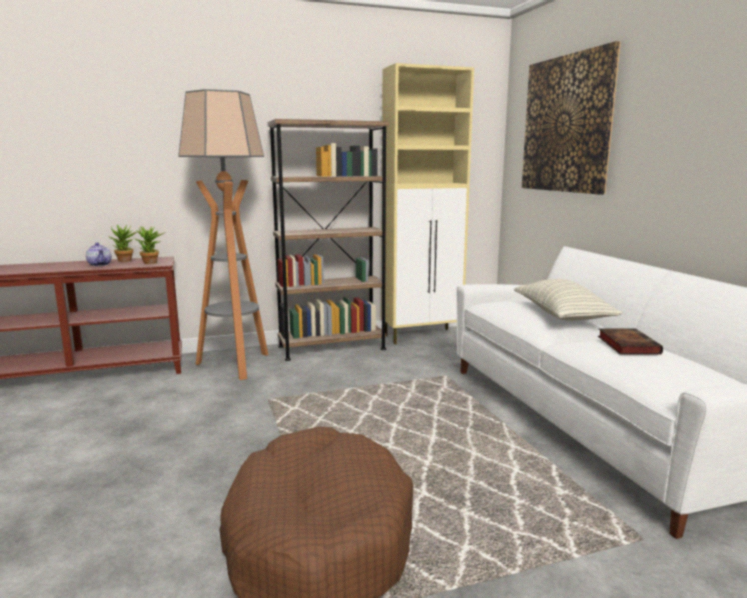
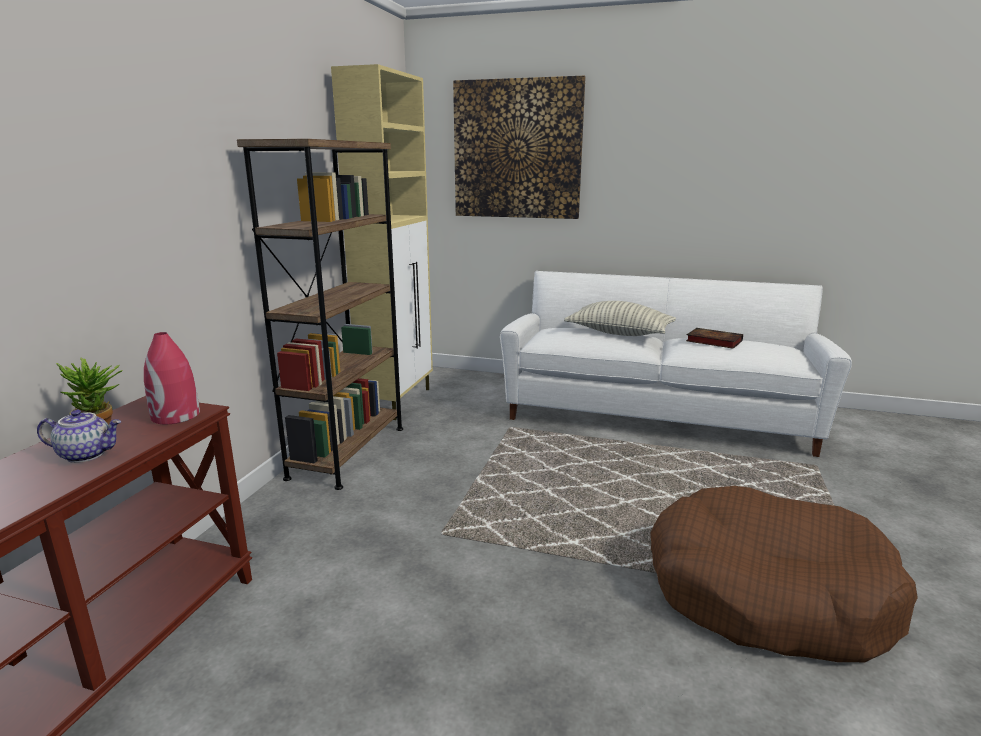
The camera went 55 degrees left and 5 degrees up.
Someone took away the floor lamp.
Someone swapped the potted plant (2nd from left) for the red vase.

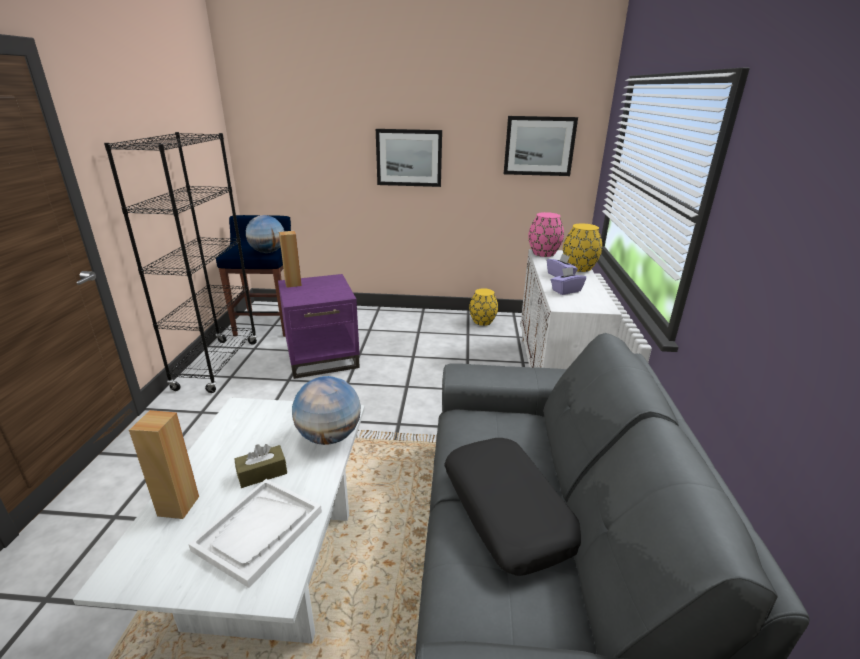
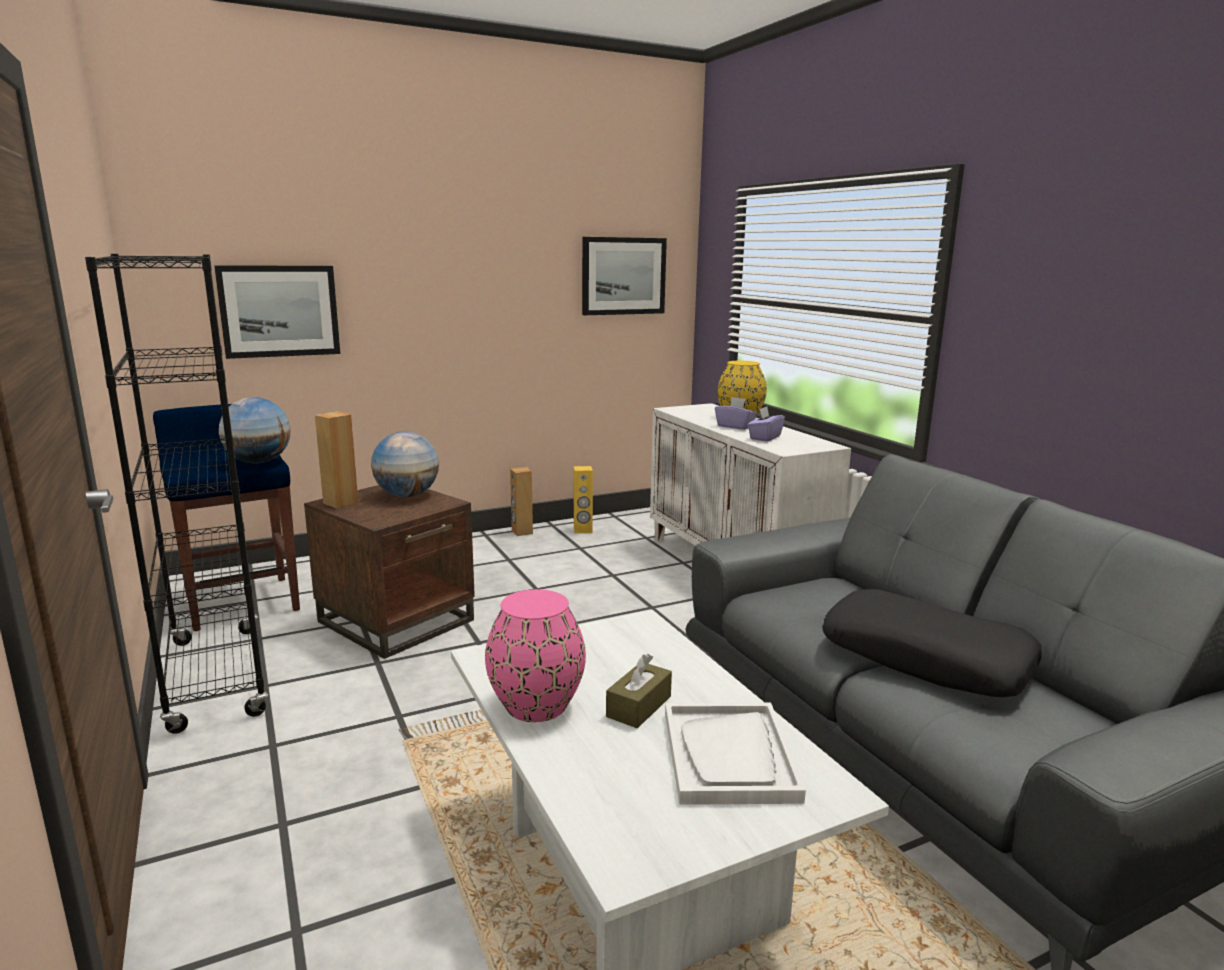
The camera went 30 degrees left and 10 degrees down.
Someone carried the picture (1st from left).
Someone carried the pink vase.
Someone repainted the purple side table, which became the brown side table.
Someone swapped the yellow vase (1st from left) for the yellow speaker.
Someone carried the globe (2nd from left).
Someone carried the brown speaker (1st from left in the first image).

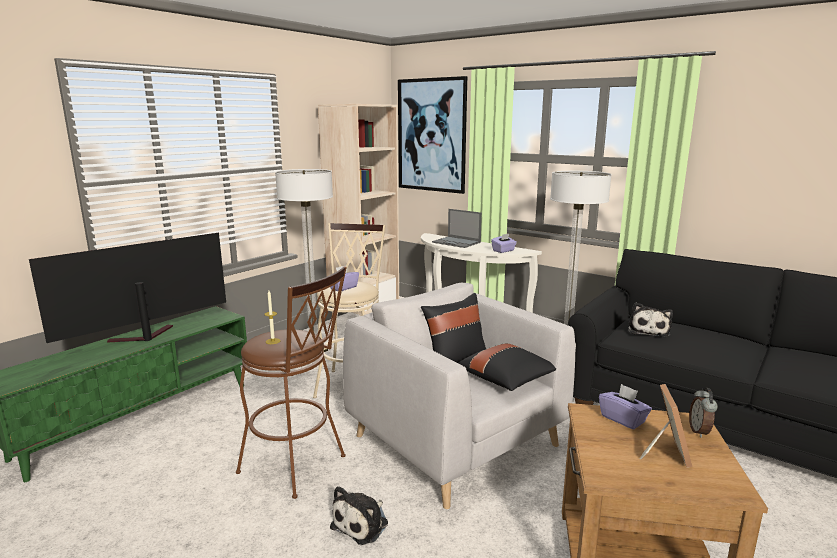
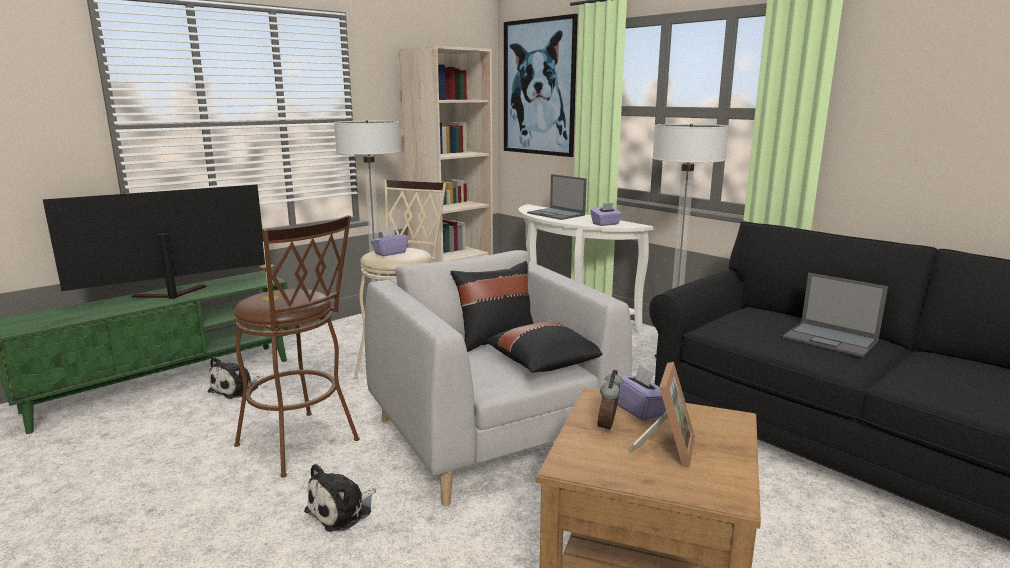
The camera went 10 degrees right and 0 degrees up.
Someone carried the plush toy (2nd from left in the first image).
Someone carried the alarm clock.
Someone put down the laptop (2nd from left).

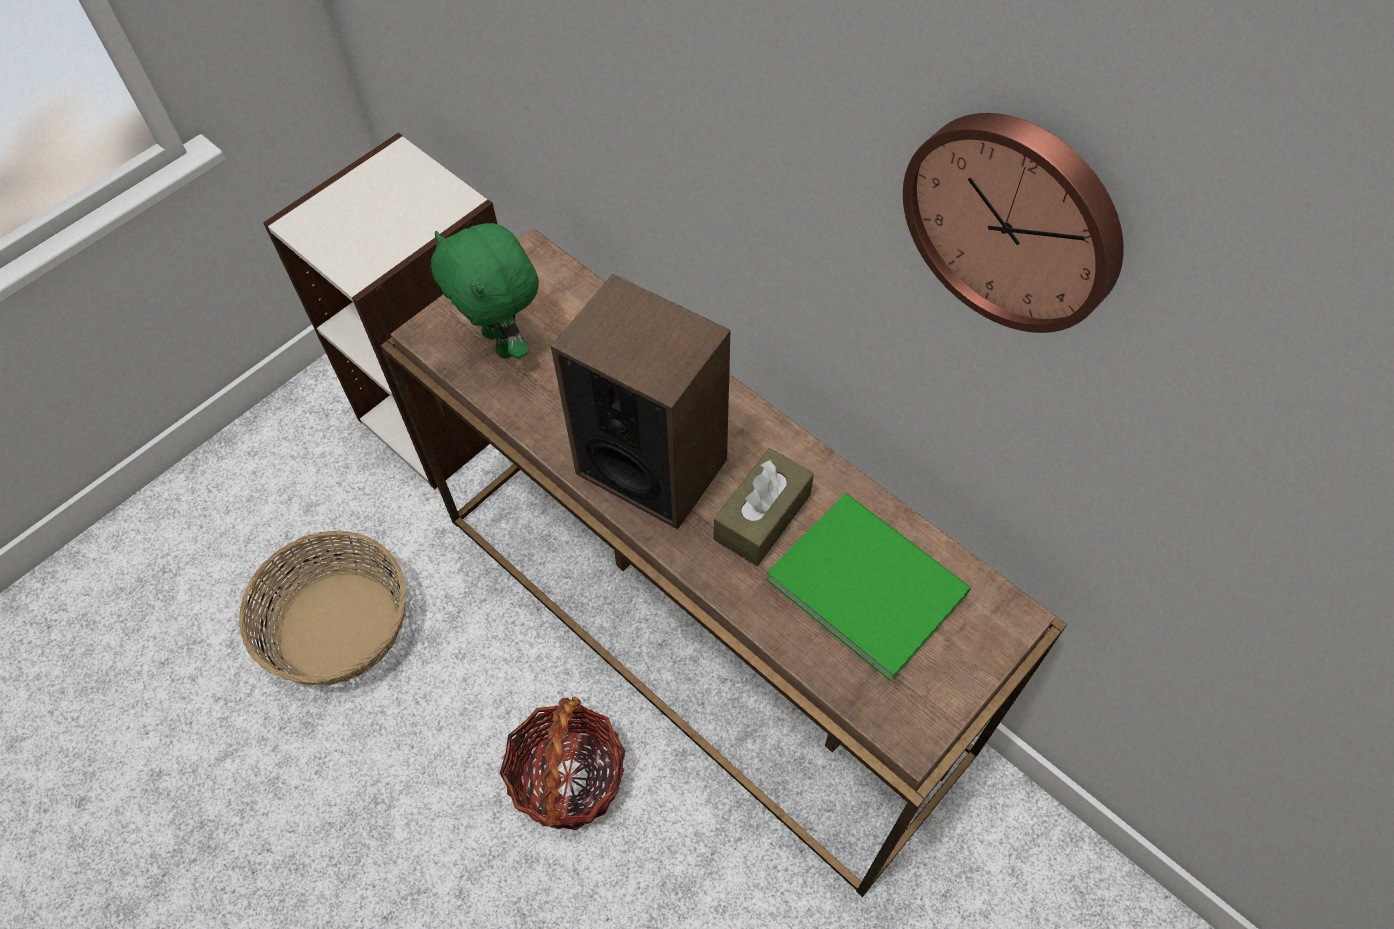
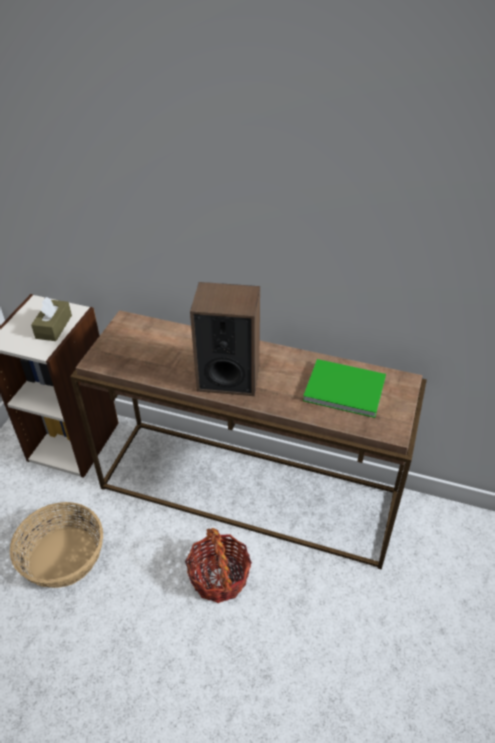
The camera went 25 degrees left and 15 degrees down.
Someone took away the wall clock.
Someone took away the green plush toy.
Someone carried the brown tissue box.

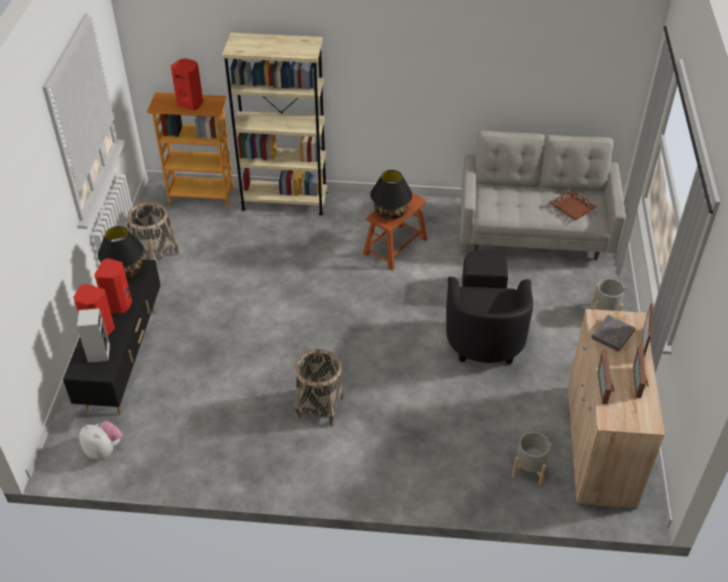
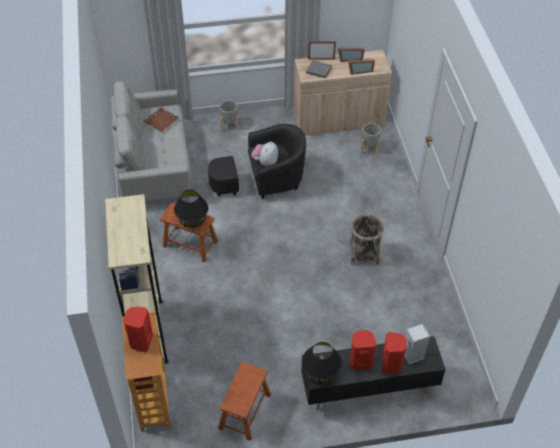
The camera went 105 degrees left and 5 degrees up.
Someone swapped the basket (1st from left) for the brown stool (2nd from left).
Someone carried the plush toy.

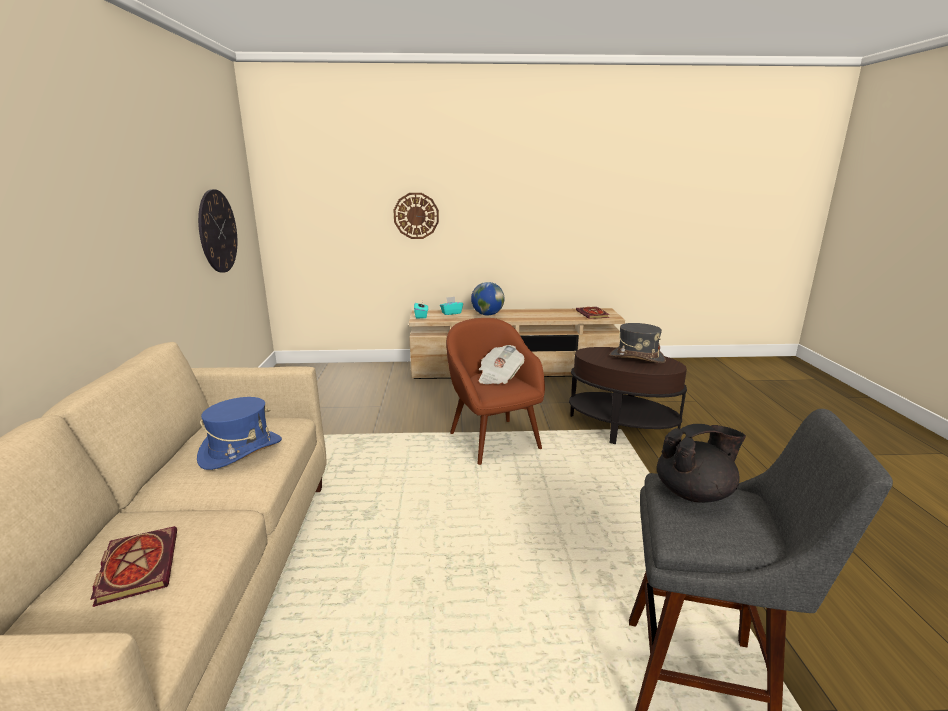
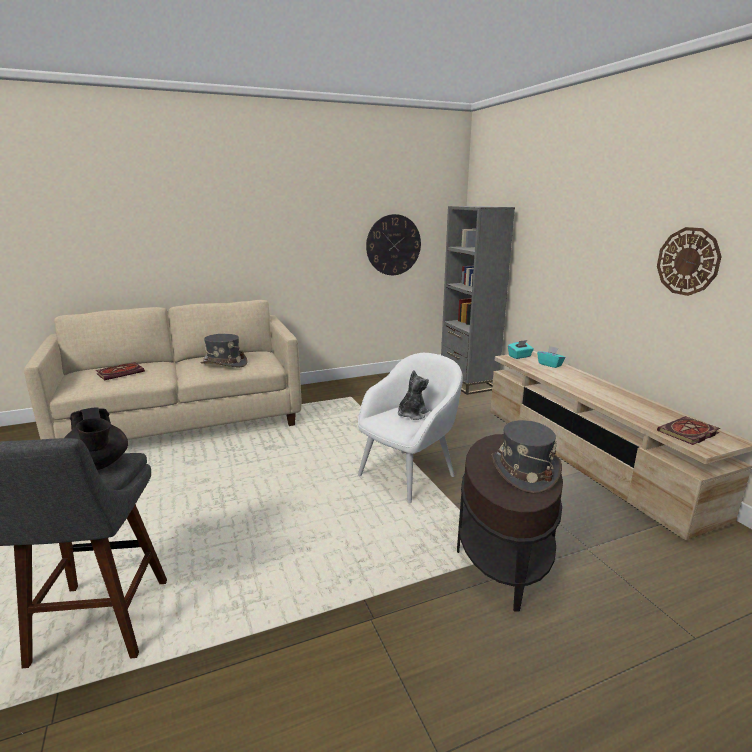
The camera went 70 degrees right and 0 degrees up.
Someone carried the wall clock (2nd from left).
Someone took away the globe.
Someone repainted the brown armchair, which became the white armchair.
Someone swapped the newspaper for the plush toy.
Someone repainted the blue hat, which became the grey hat (1st from left).
Someone put down the grey bookcase.

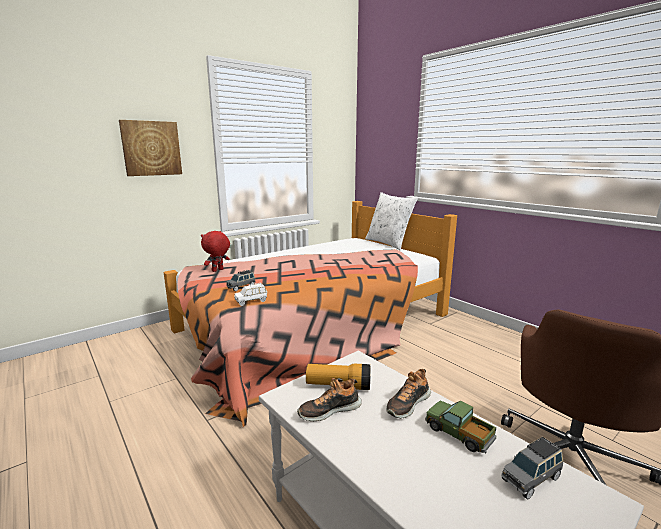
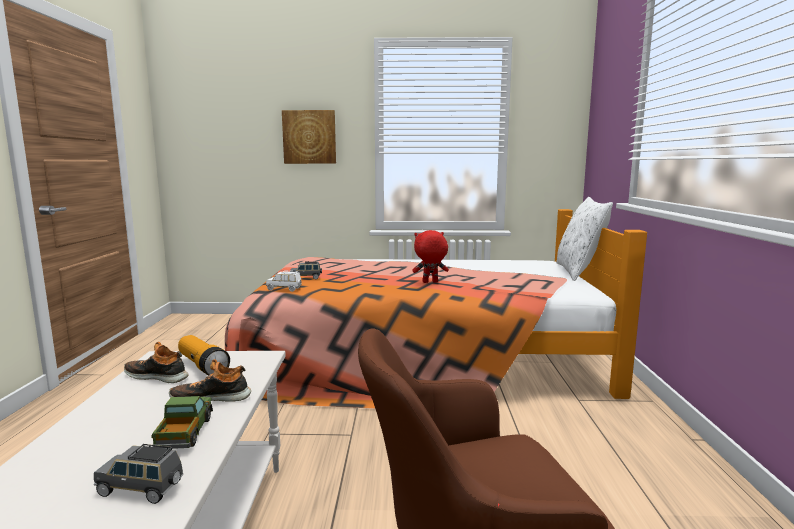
The camera went 40 degrees right and 5 degrees down.
Someone carried the red plush toy.

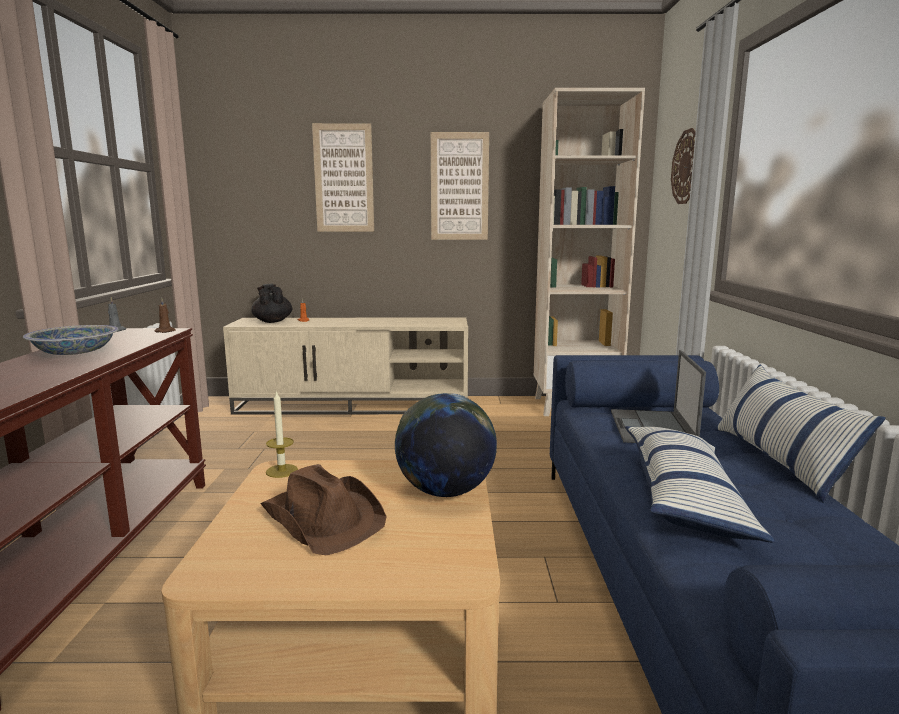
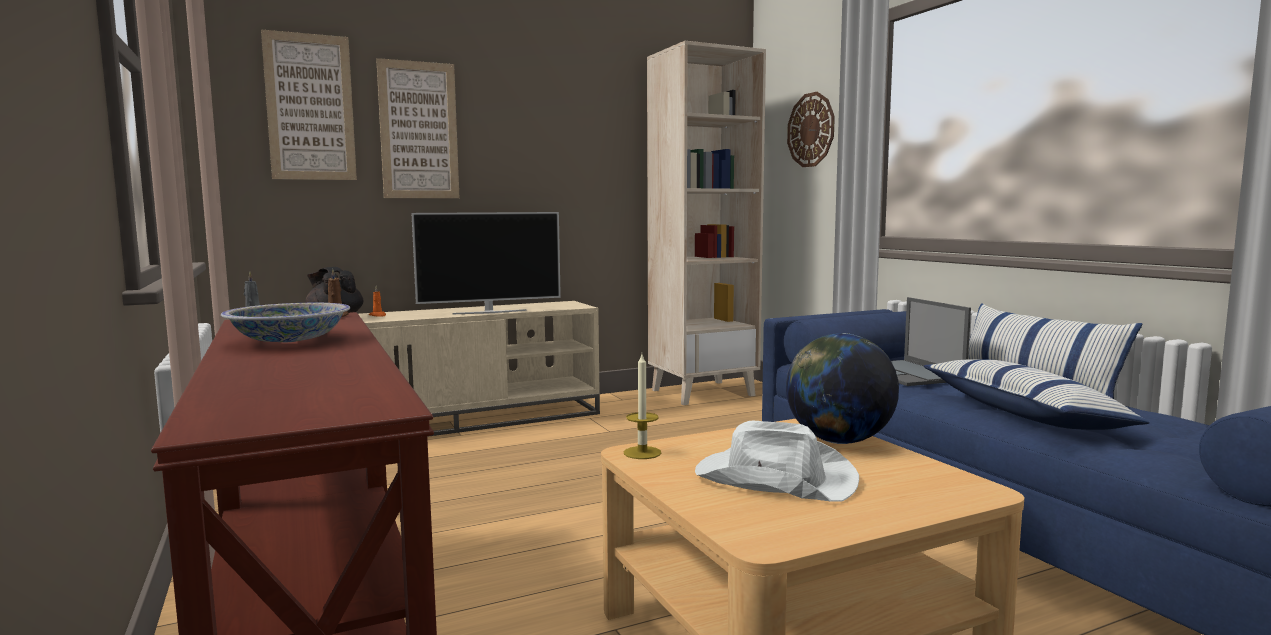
The camera went 25 degrees left and 5 degrees down.
Someone carried the picture (2nd from left in the first image).
Someone repainted the brown hat, which became the white hat.
Someone put down the television.

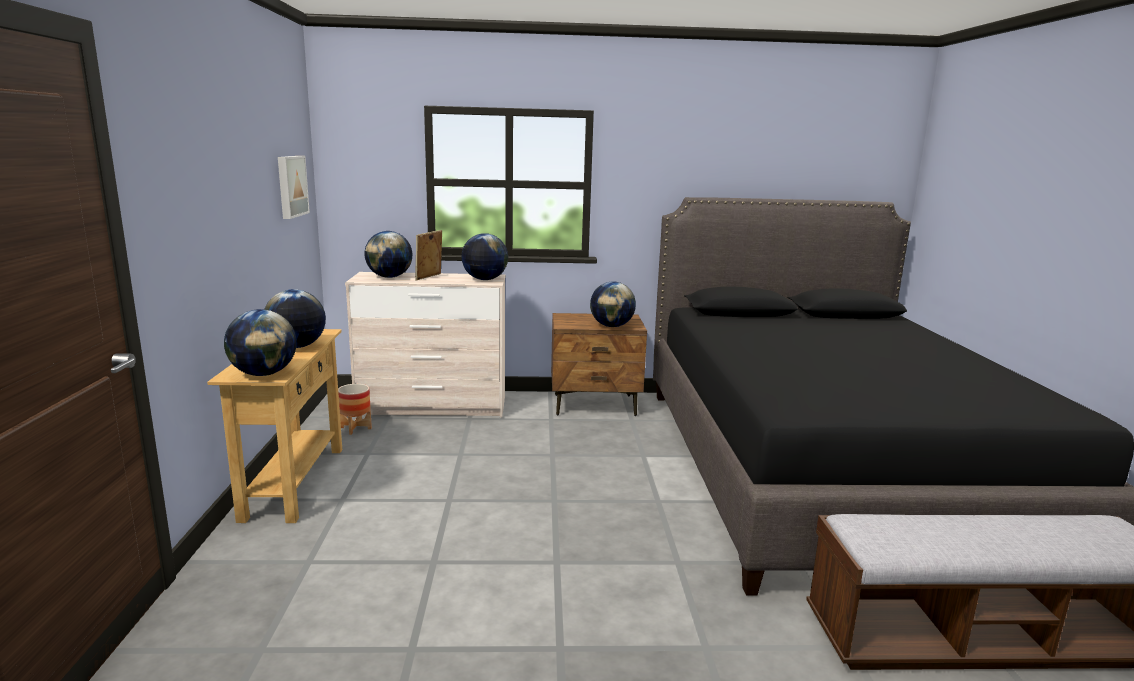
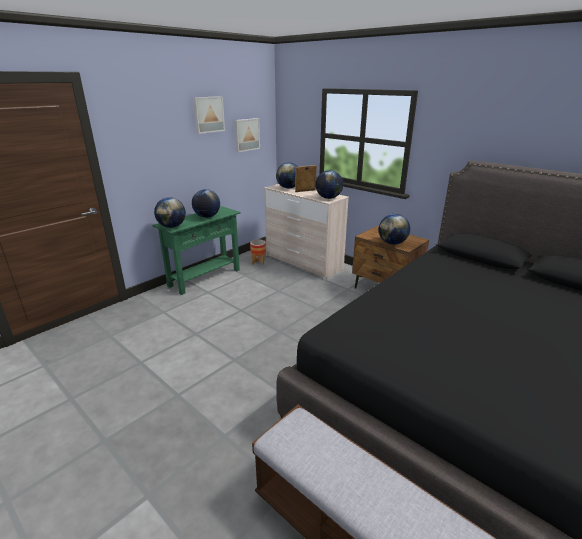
The camera went 45 degrees right and 10 degrees up.
Someone repainted the beige console table, which became the green console table.
Someone put up the picture (1st from left).

